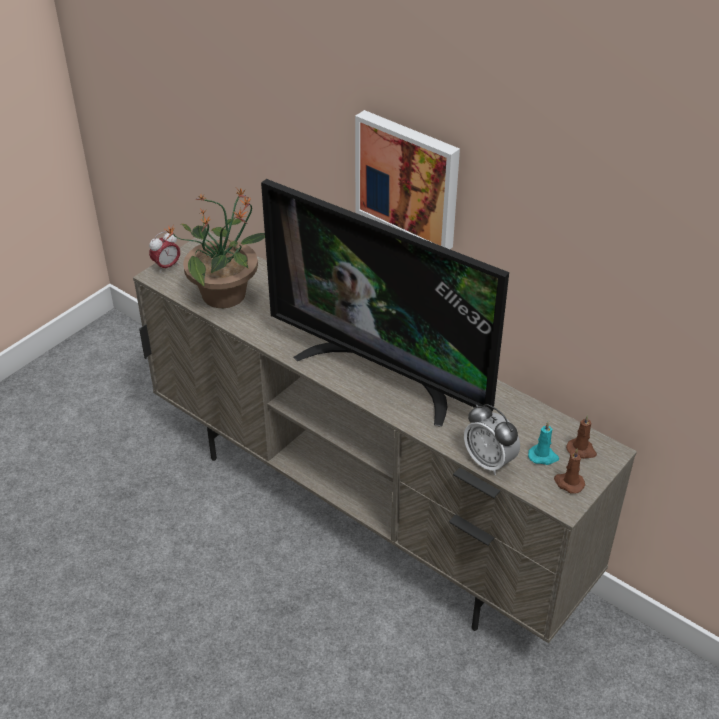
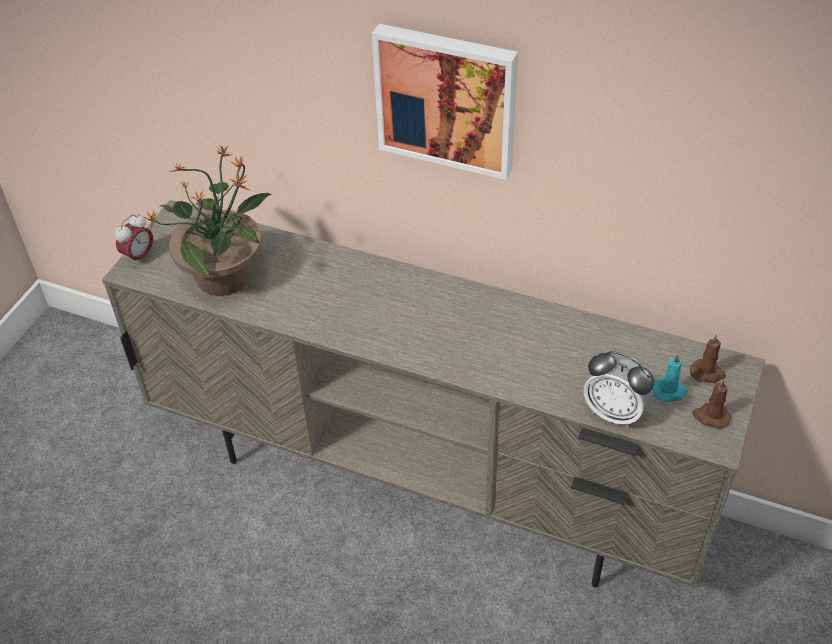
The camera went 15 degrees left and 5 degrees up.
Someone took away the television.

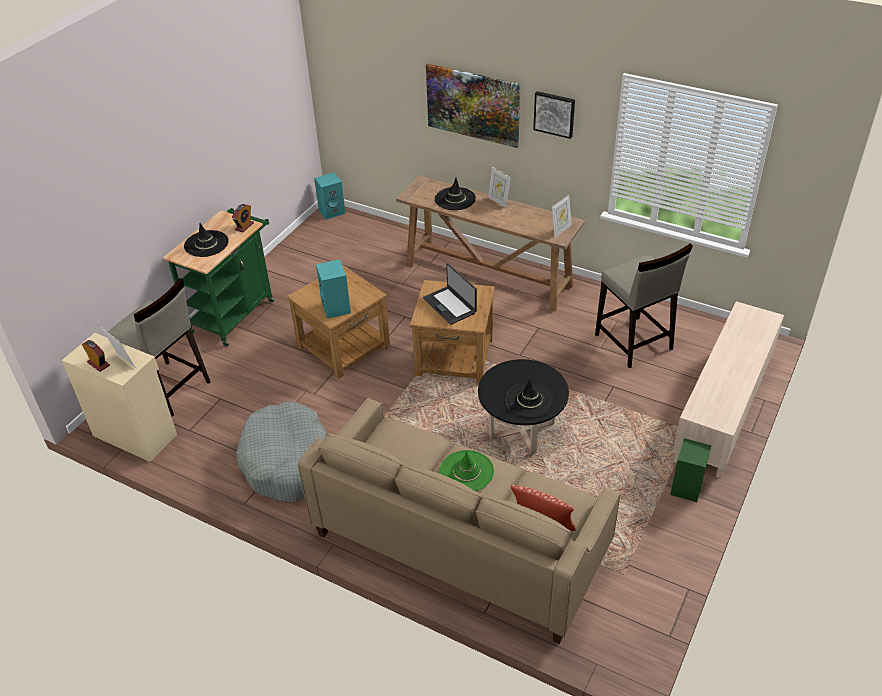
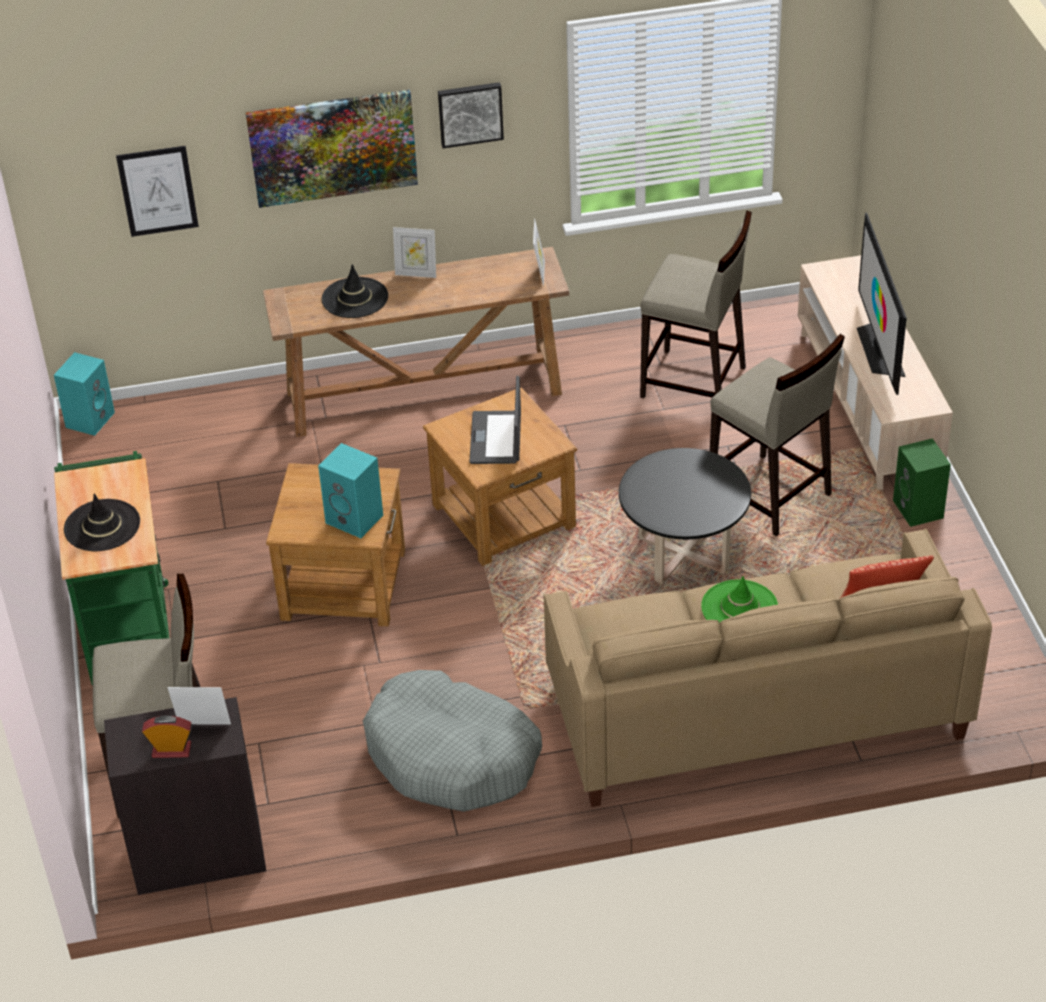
The camera went 40 degrees left and 0 degrees up.
Someone took away the alarm clock (2nd from left).
Someone rotated the laptop by 75 degrees clockwise.
Someone repainted the beige cabinet, which became the black cabinet.
Someone took away the black hat (3rd from left).
Someone put up the picture (1st from left).
Someone put down the television.
Someone put down the beige stool (3rd from left).

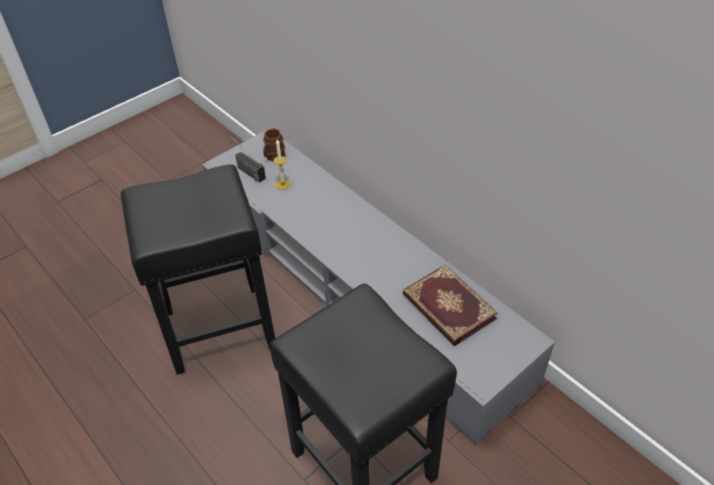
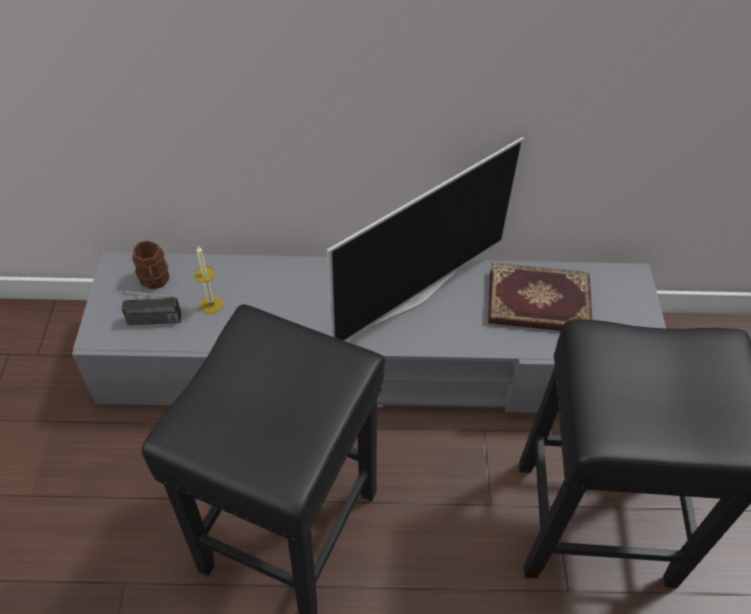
The camera went 50 degrees left and 5 degrees up.
Someone put down the television.

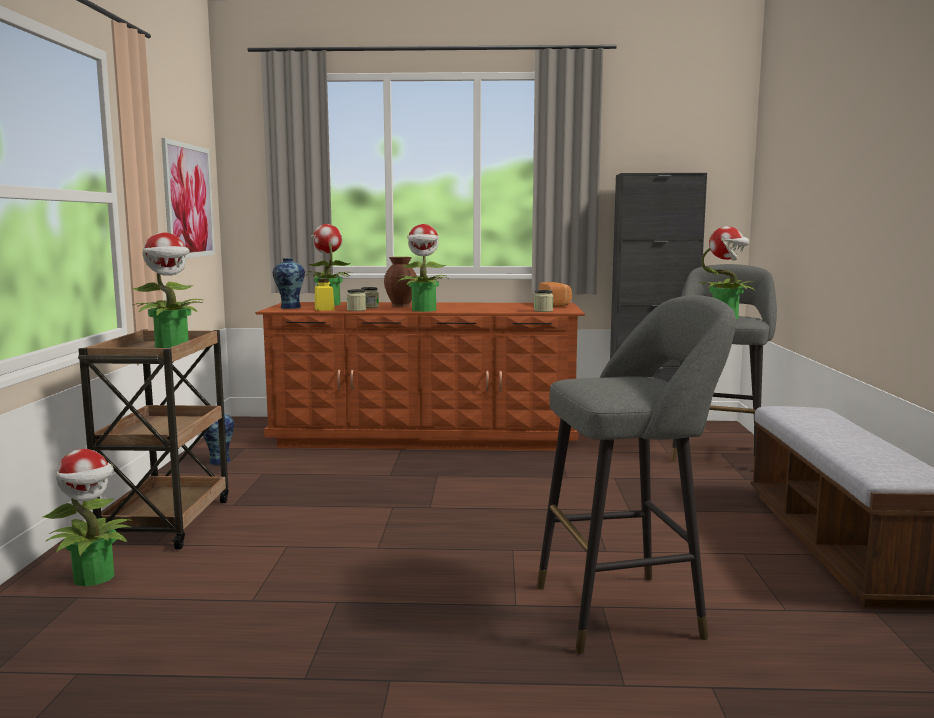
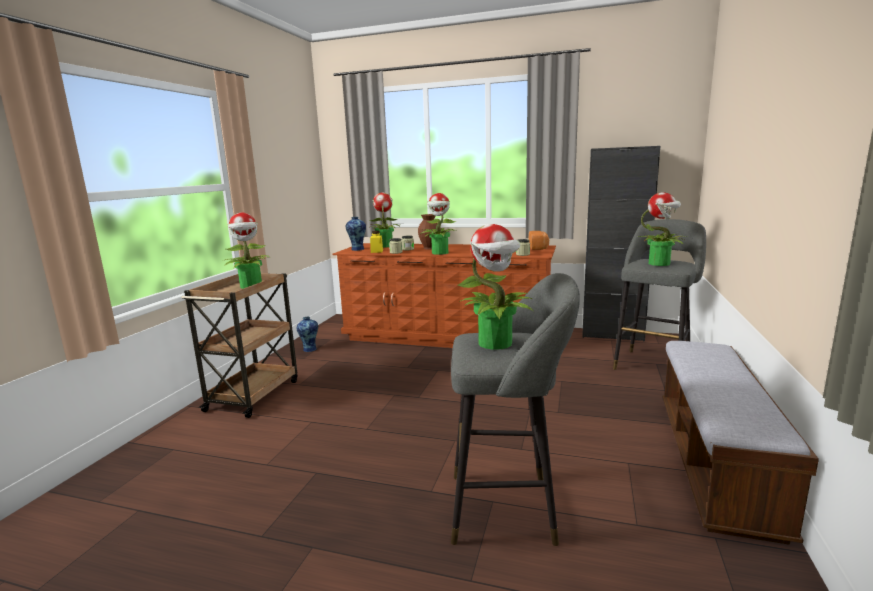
The camera went 15 degrees right and 5 degrees up.
Someone took away the picture.
Someone carried the potted plant (1st from left in the first image).

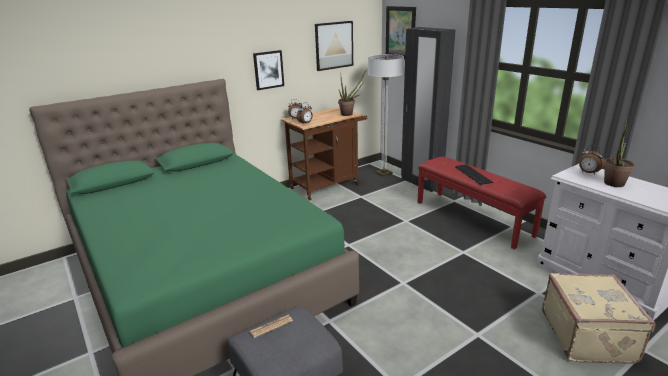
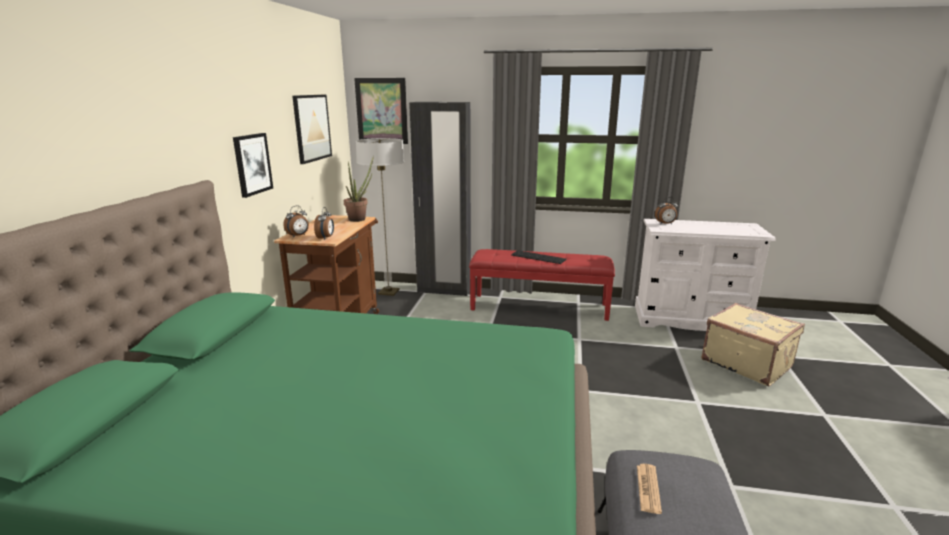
The camera went 45 degrees left and 5 degrees down.
Someone took away the potted plant (2nd from left).

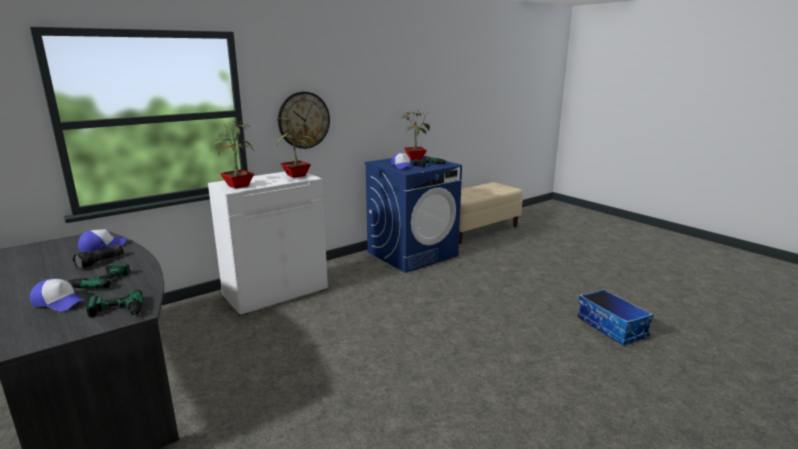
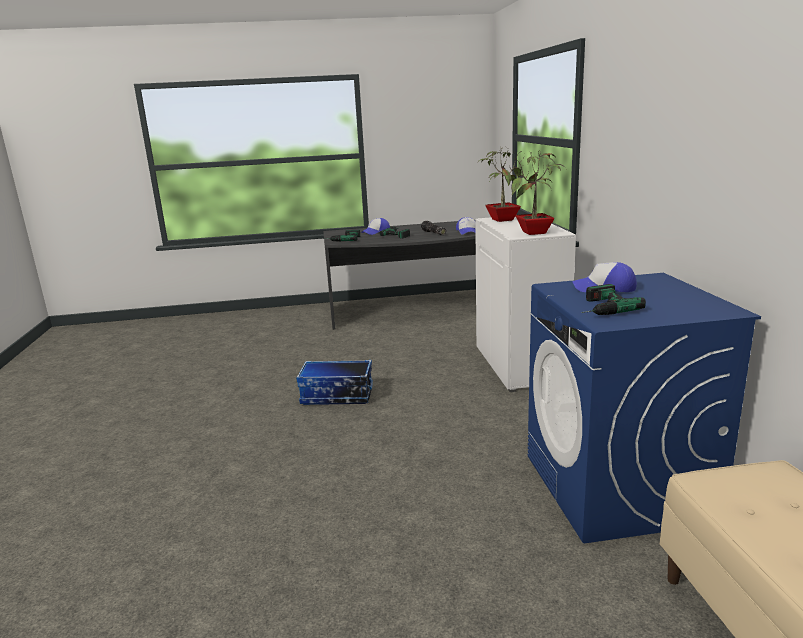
The camera went 120 degrees right and 0 degrees up.
Someone took away the wall clock.
Someone took away the potted plant (3rd from left).
Someone carried the storage box.

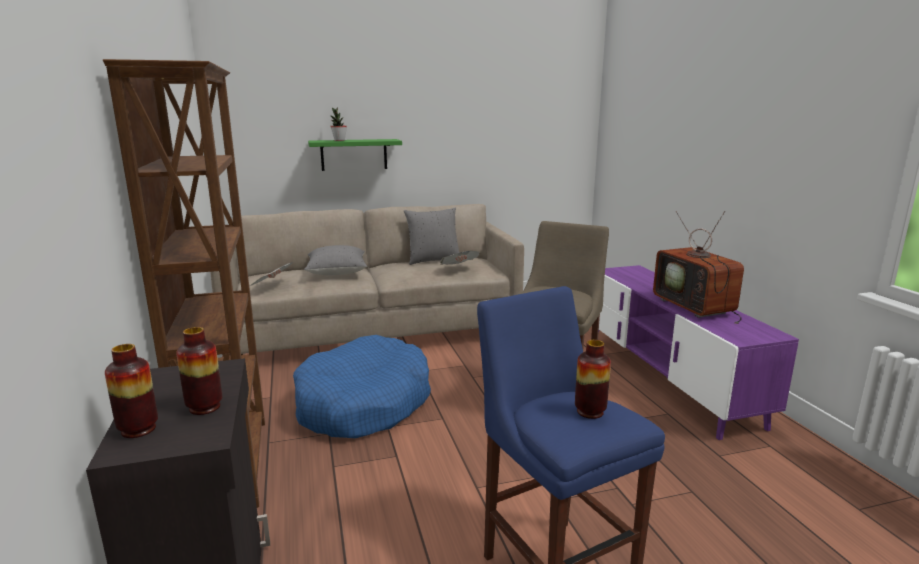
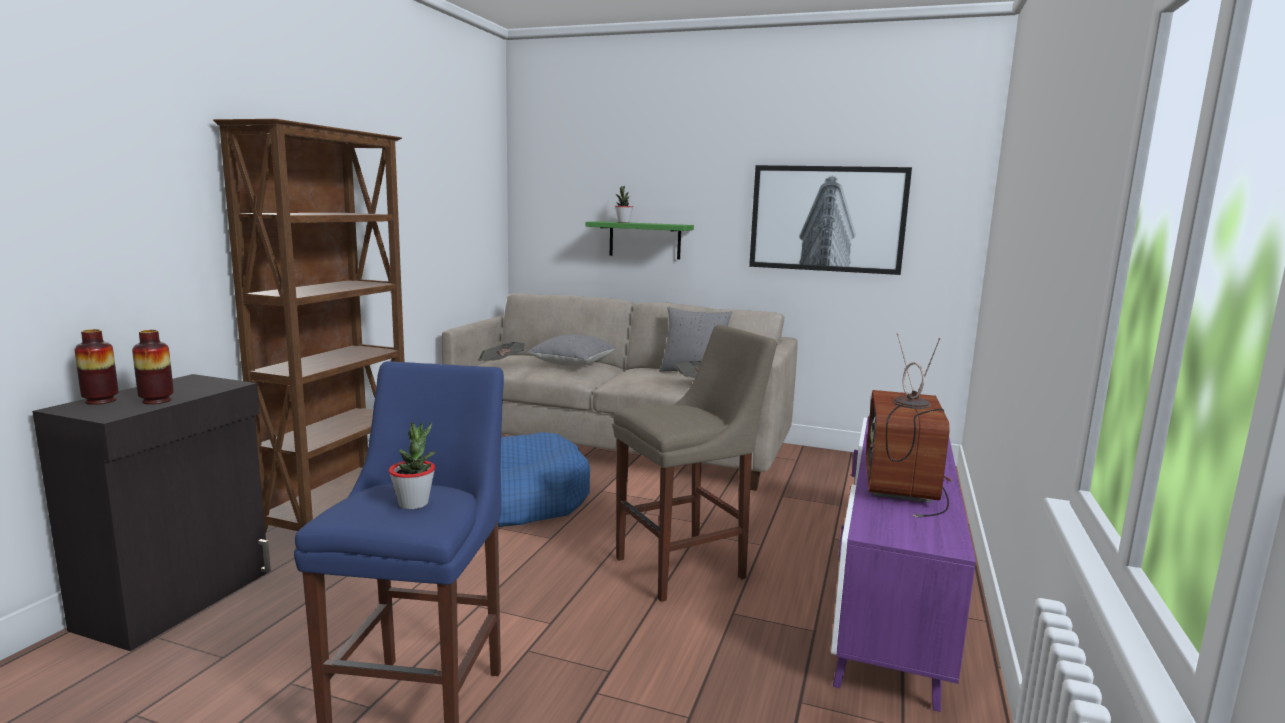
The camera went 35 degrees right and 5 degrees down.
Someone swapped the vase (3rd from left) for the potted plant (1st from left).
Someone put up the picture.

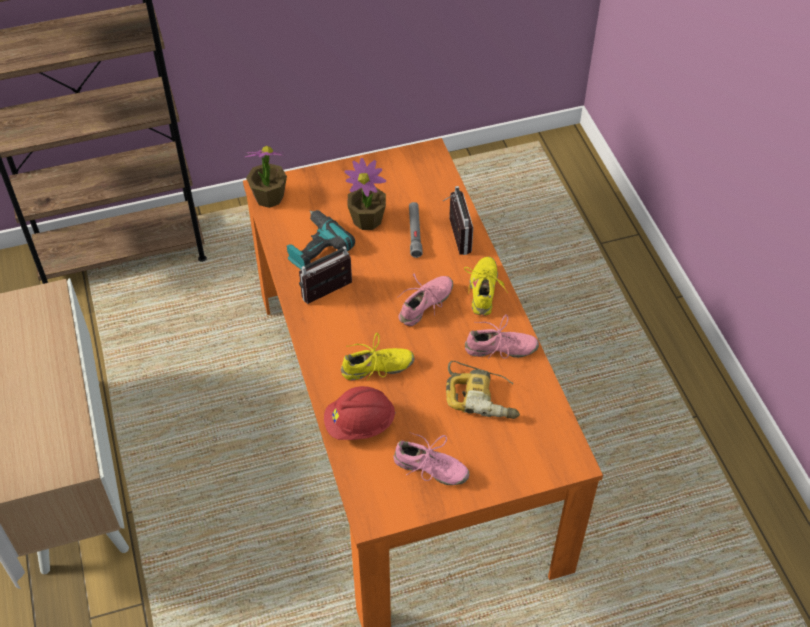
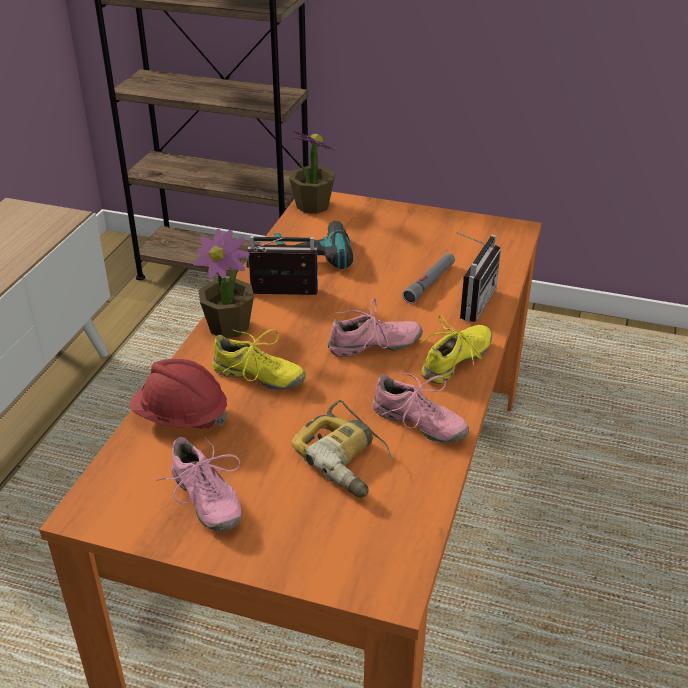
The camera went 35 degrees right and 15 degrees down.
Someone carried the potted plant (2nd from left in the first image).

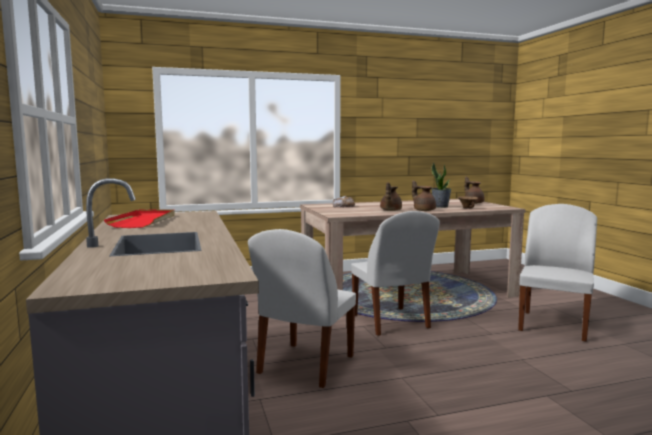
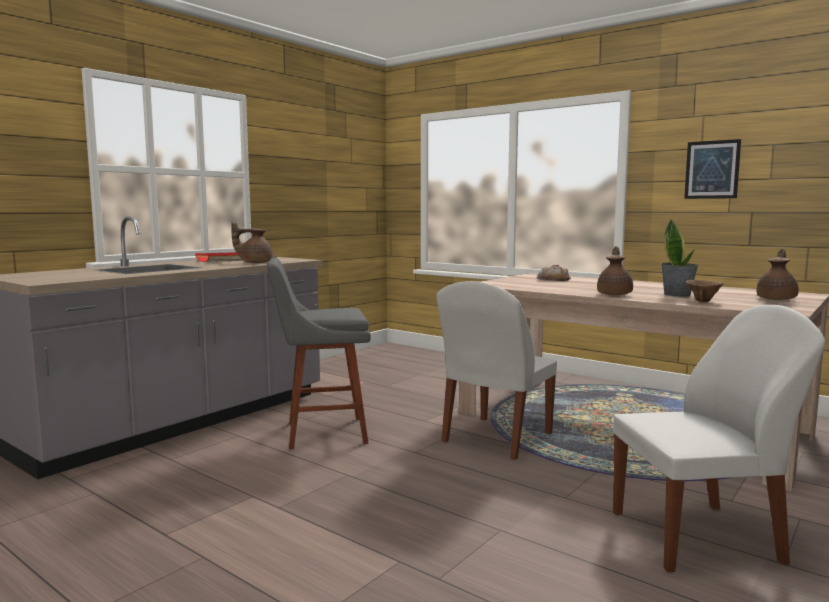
The camera went 55 degrees right and 0 degrees up.
Someone carried the brown teapot (1st from left).
Someone swapped the white chair (1st from left) for the grey stool.
Someone put up the picture.

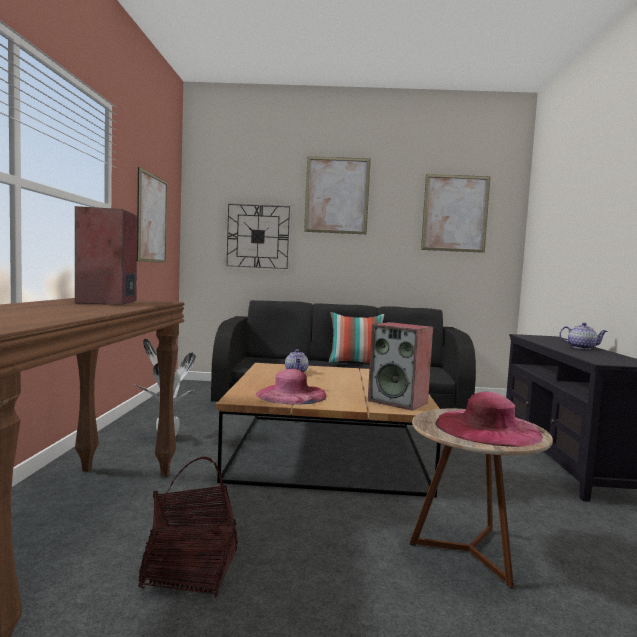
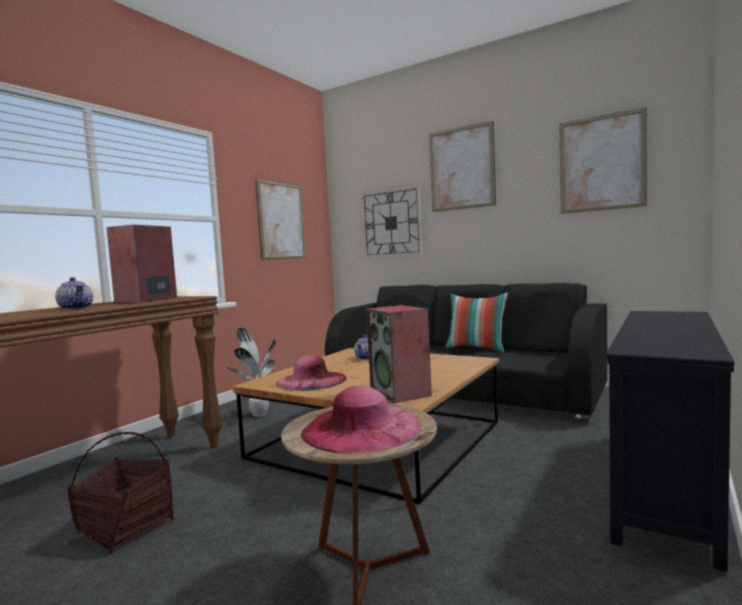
The camera went 30 degrees right and 0 degrees up.
Someone carried the teapot (2nd from left in the first image).

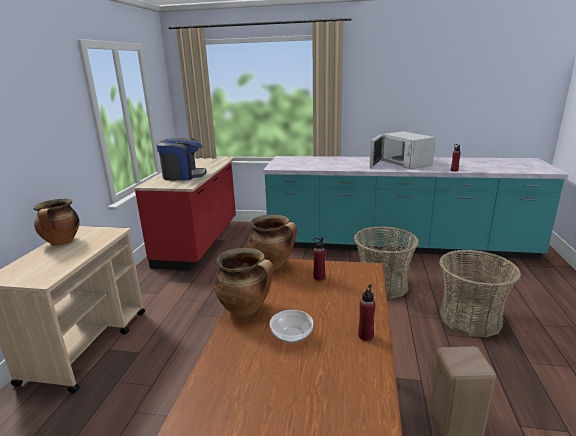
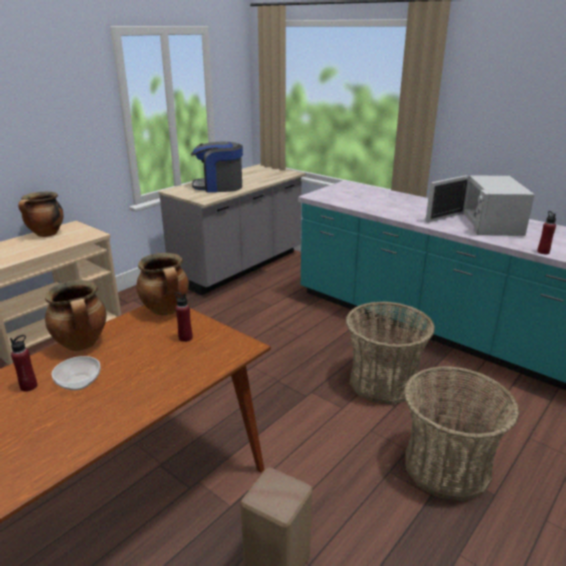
The camera went 30 degrees right and 5 degrees up.
Someone rotated the coffee machine by 150 degrees clockwise.
Someone repainted the red counter, which became the grey counter.
Someone carried the red bottle (2nd from left in the first image).

